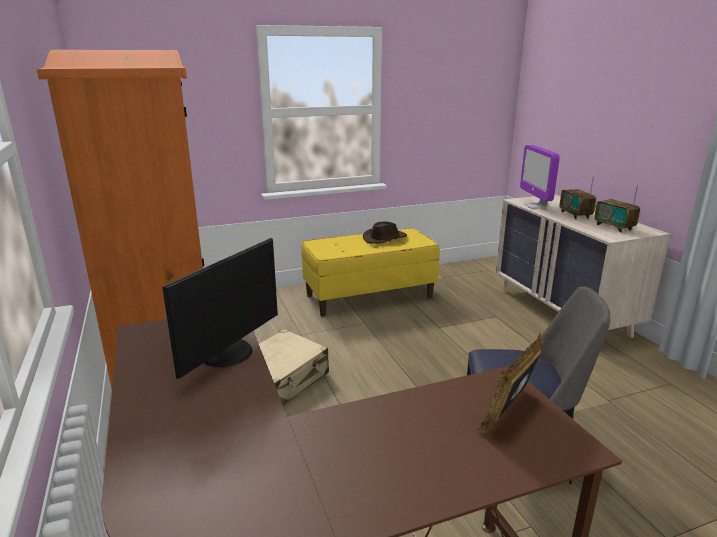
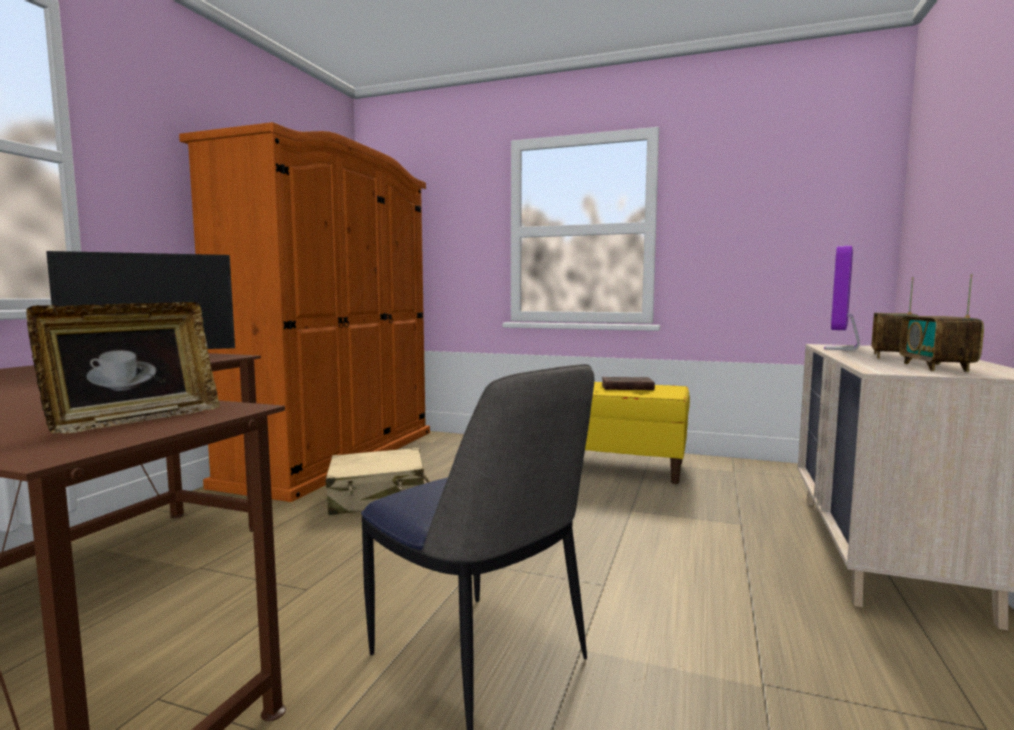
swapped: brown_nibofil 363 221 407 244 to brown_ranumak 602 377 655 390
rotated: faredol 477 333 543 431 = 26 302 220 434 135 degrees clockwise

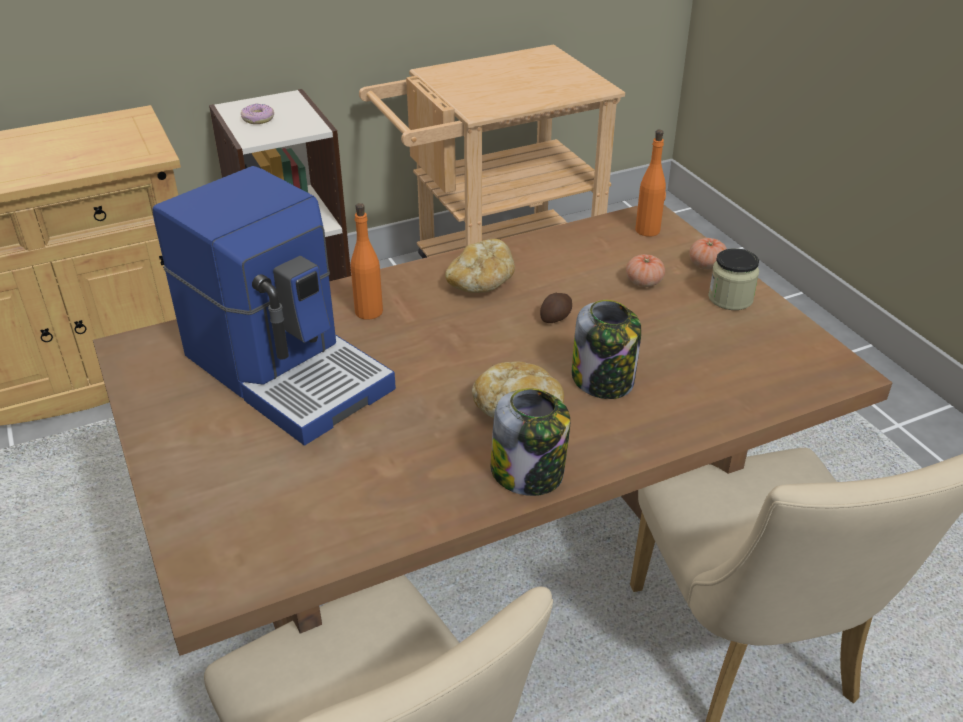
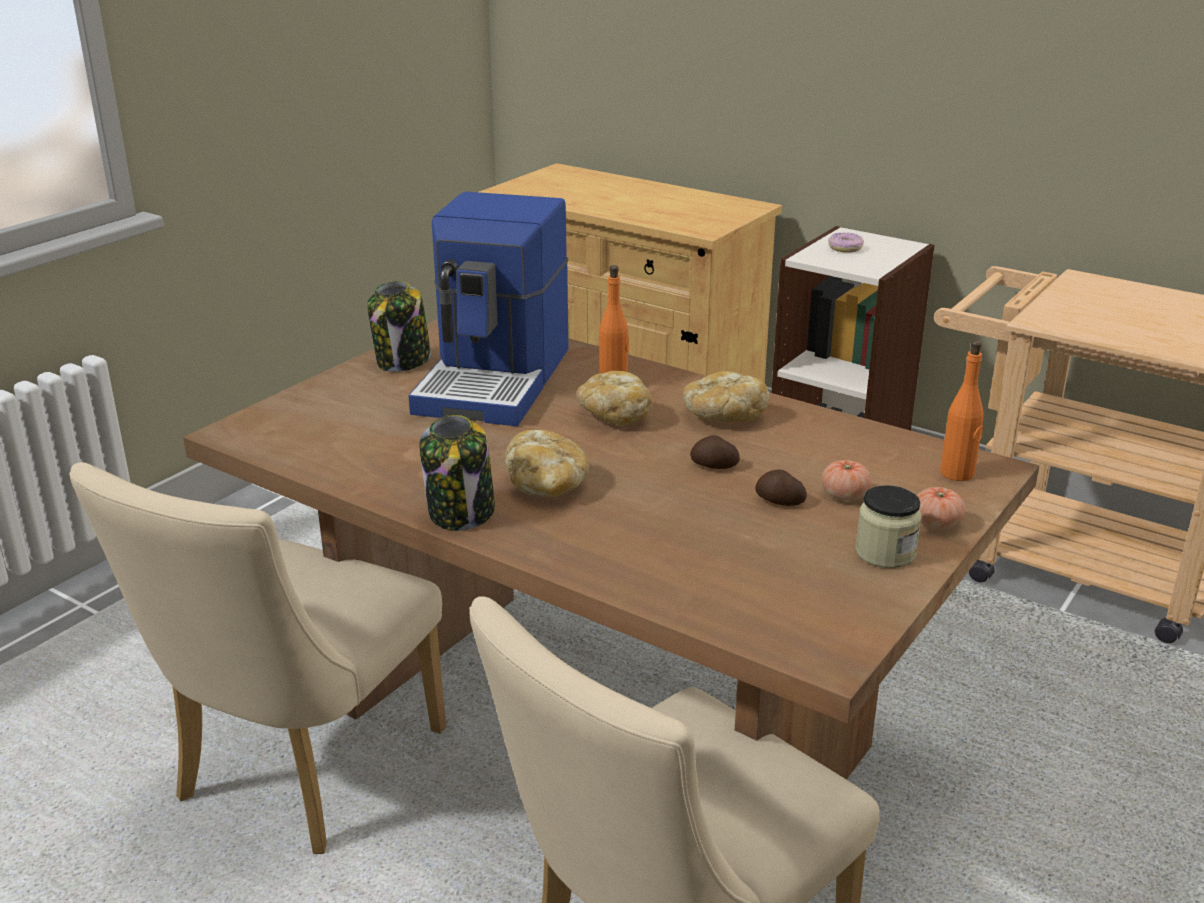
new: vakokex 576 371 653 425; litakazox 755 469 807 506
shifted: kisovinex 572 300 641 399 to 367 281 431 372

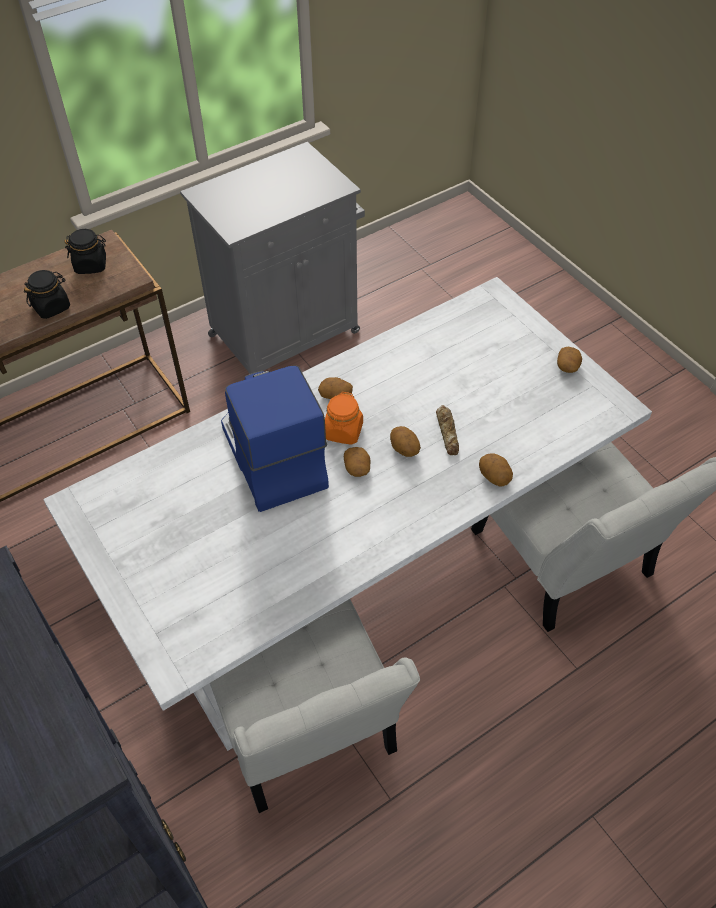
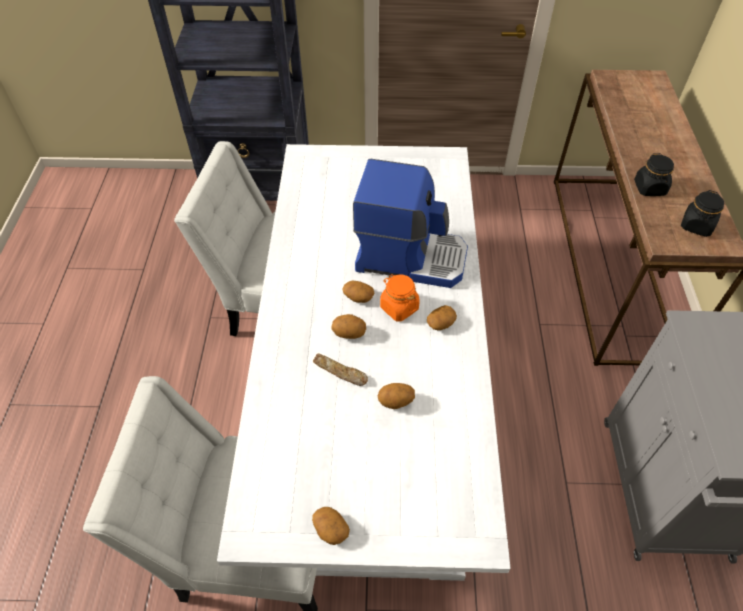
shifted: litakazox 479 453 513 487 to 378 383 415 409

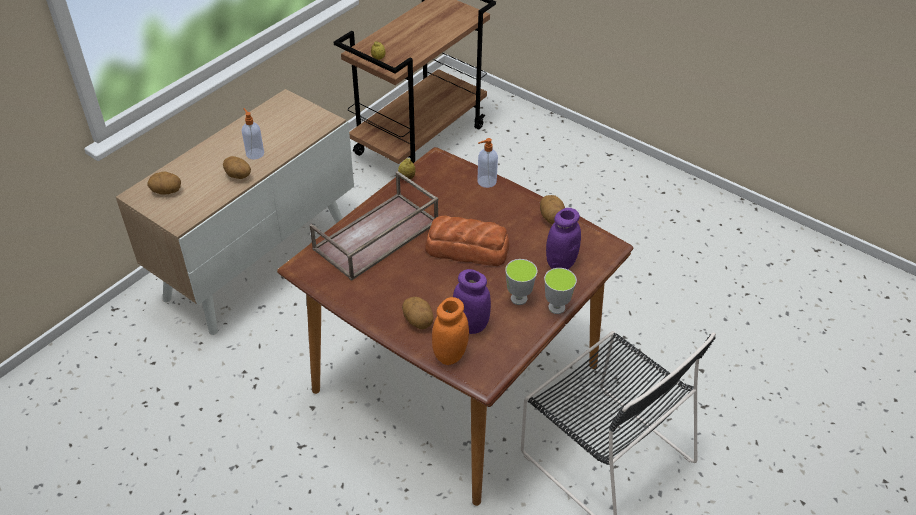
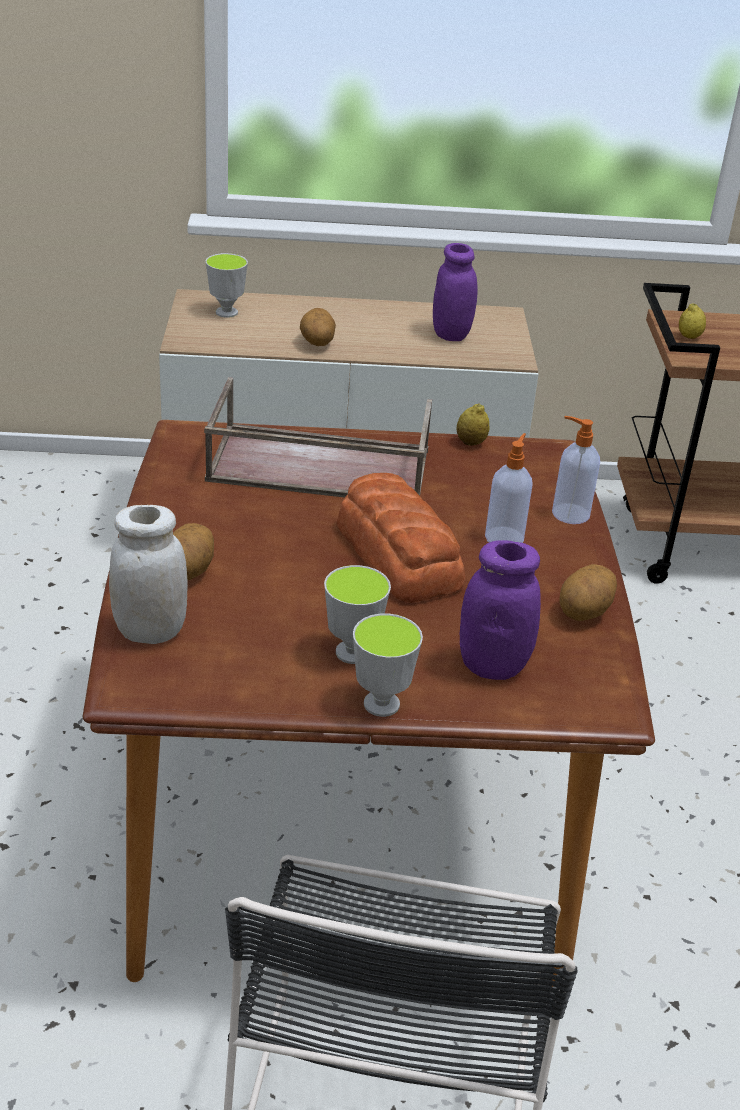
shifted: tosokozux 242 108 264 159 to 485 433 533 543; purple_kisovinex 453 269 491 334 to 433 243 477 341
swapped: litakazox 147 171 181 194 to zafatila 206 253 248 318
repainted: orange_kisovinex 432 297 469 365 to white_kisovinex 109 505 188 644

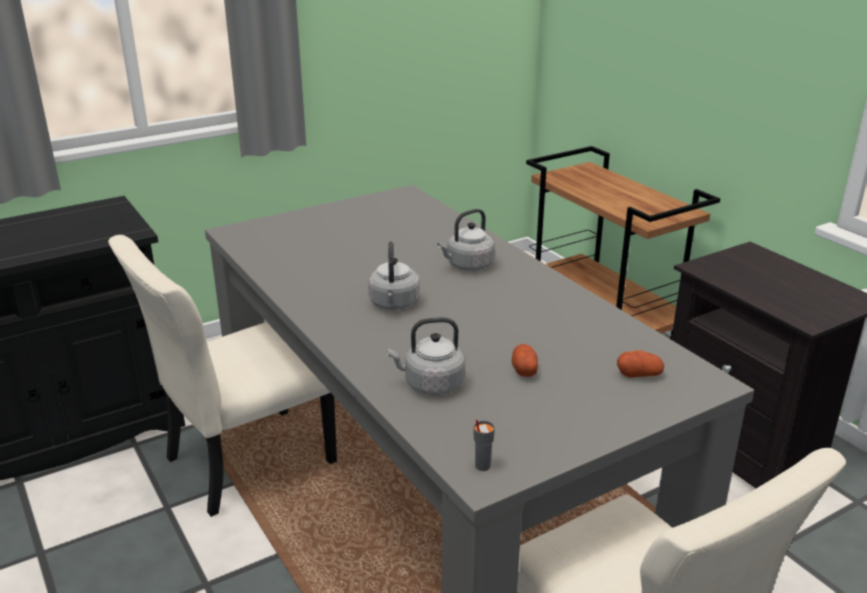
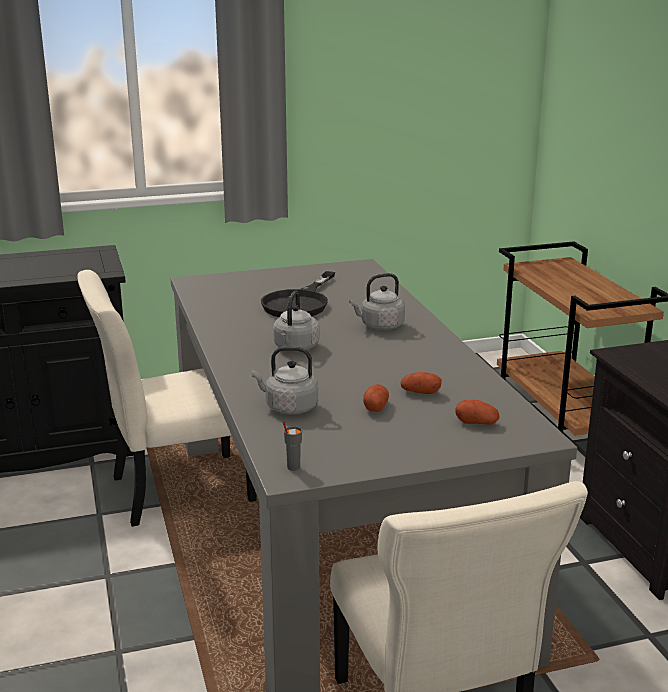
new: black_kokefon 261 271 335 317; litakazox 401 372 442 394

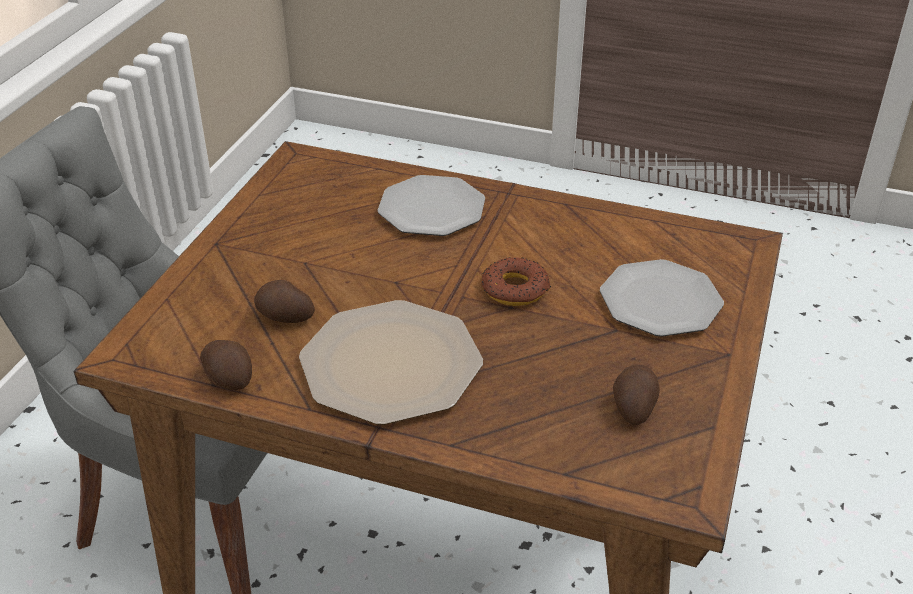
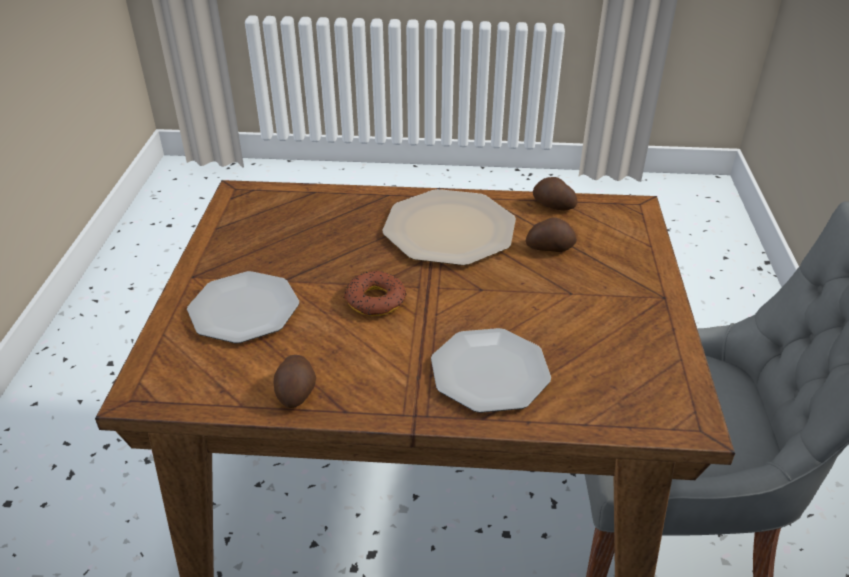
shifted: litakazox 613 364 660 425 to 274 355 316 408

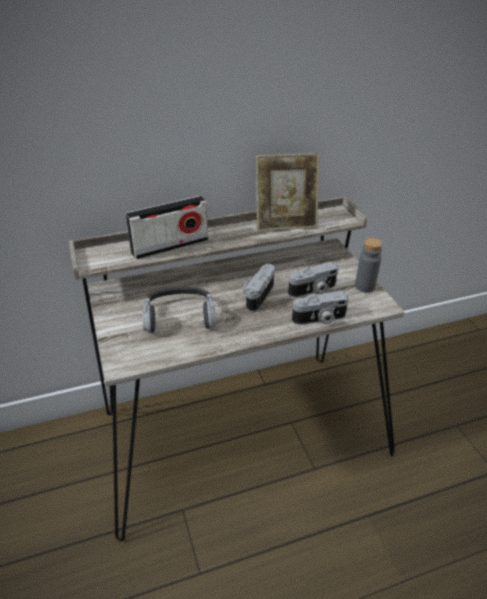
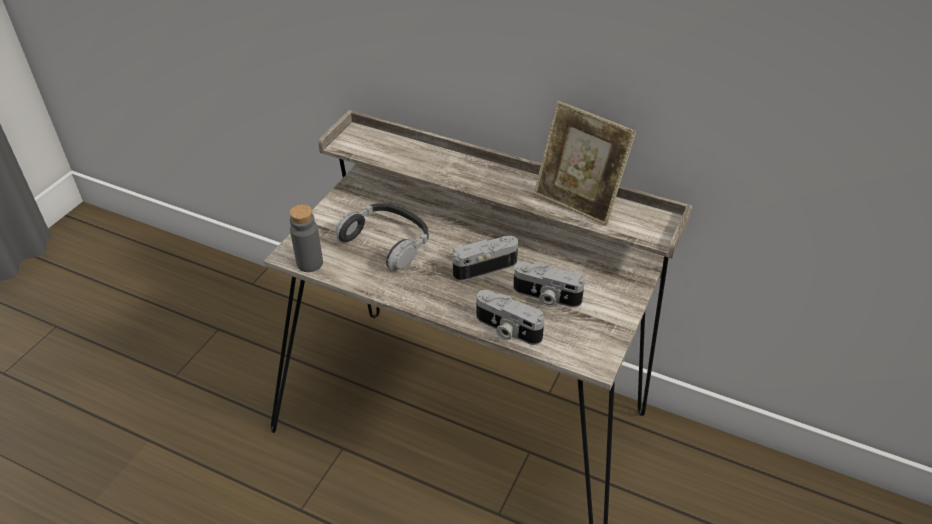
gone: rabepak 125 196 208 259
shifted: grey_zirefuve 355 238 382 292 to 289 204 323 272

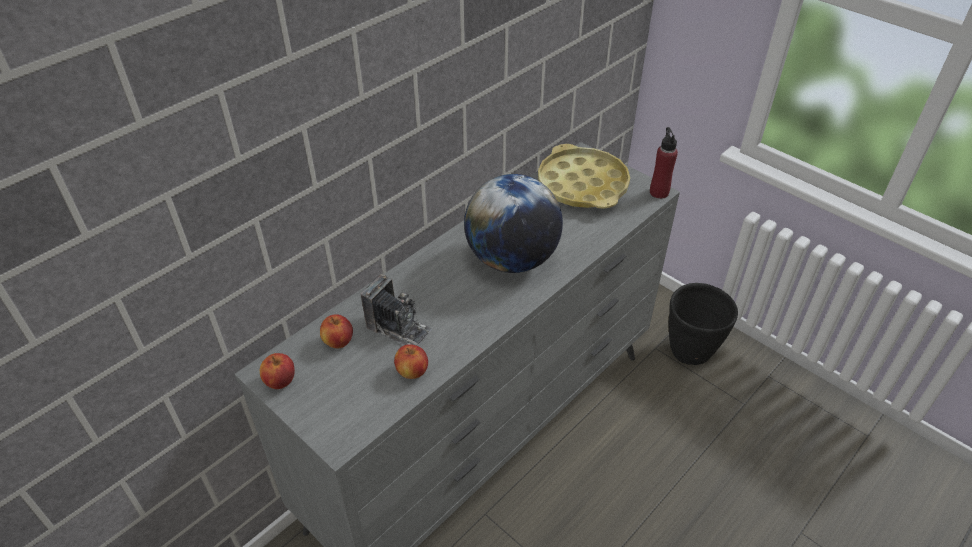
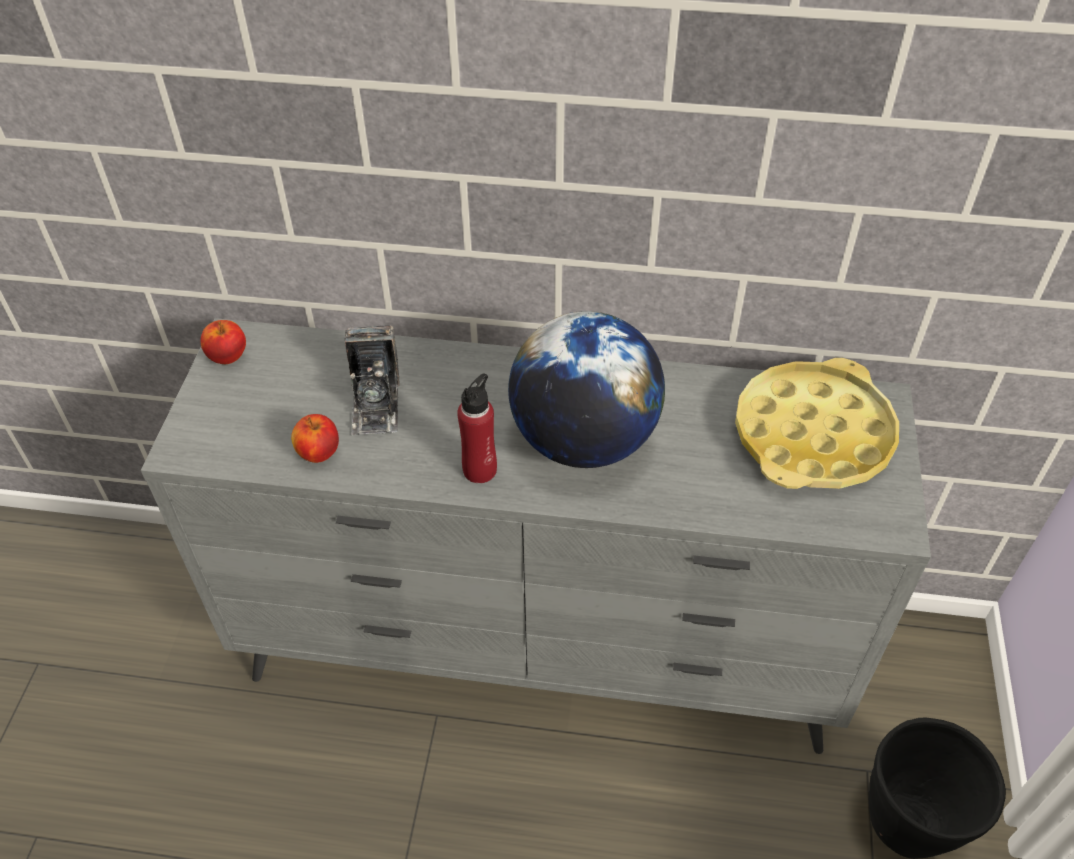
gone: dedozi 320 314 353 348
shifted: red_zirefuve 650 127 678 199 to 457 373 497 483

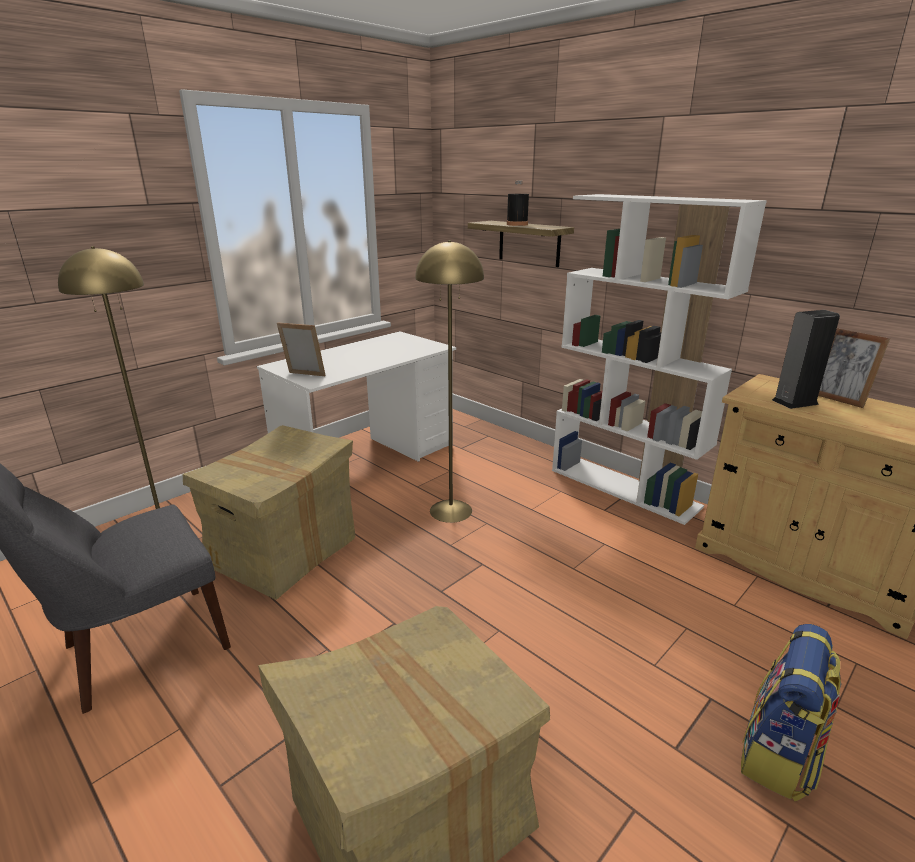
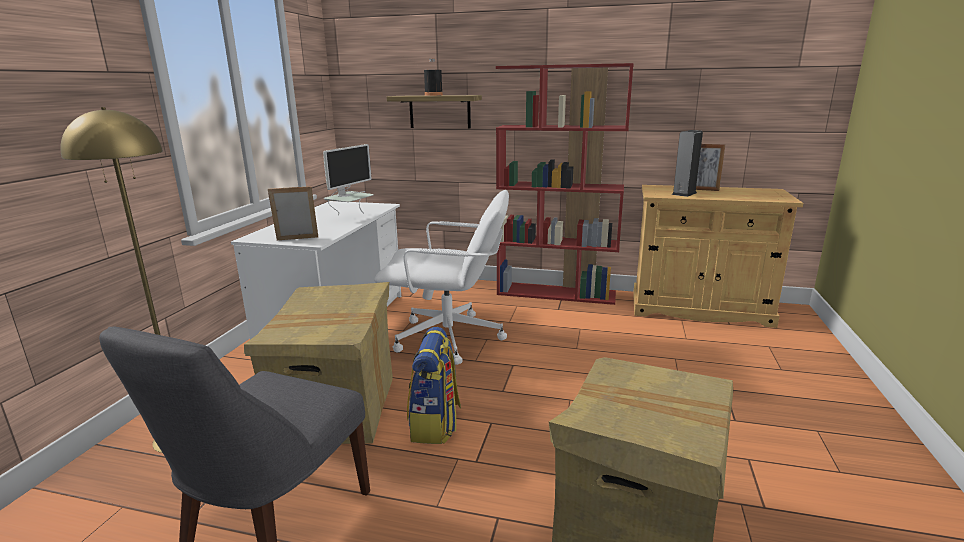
new: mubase 323 144 374 215
shifted: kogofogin 741 624 841 802 to 407 327 461 444
swapped: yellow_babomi 415 240 484 523 to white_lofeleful 374 190 509 365
repainted: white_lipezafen 552 194 767 525 to red_lipezafen 496 63 634 305

